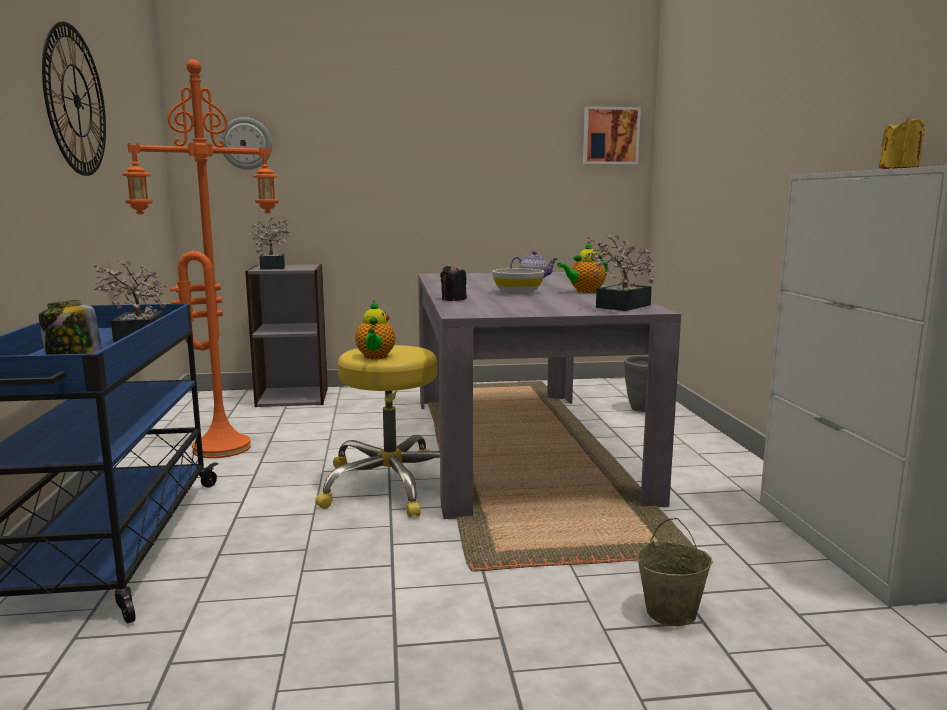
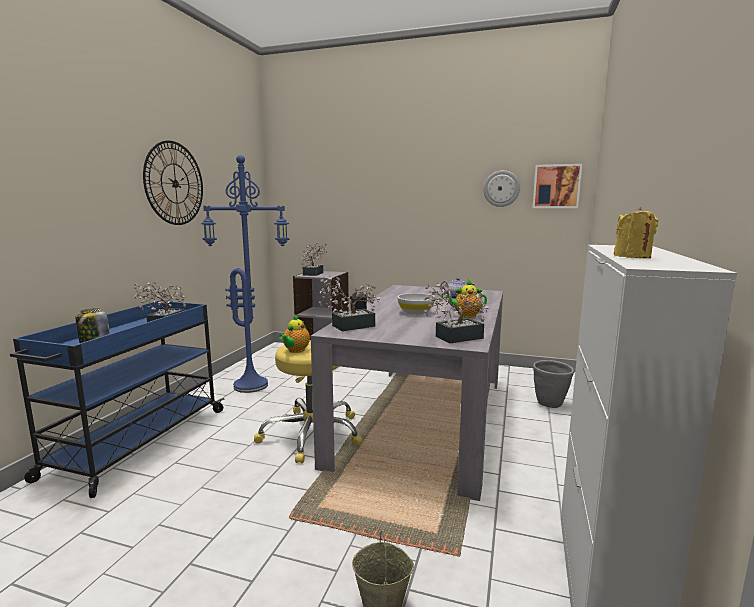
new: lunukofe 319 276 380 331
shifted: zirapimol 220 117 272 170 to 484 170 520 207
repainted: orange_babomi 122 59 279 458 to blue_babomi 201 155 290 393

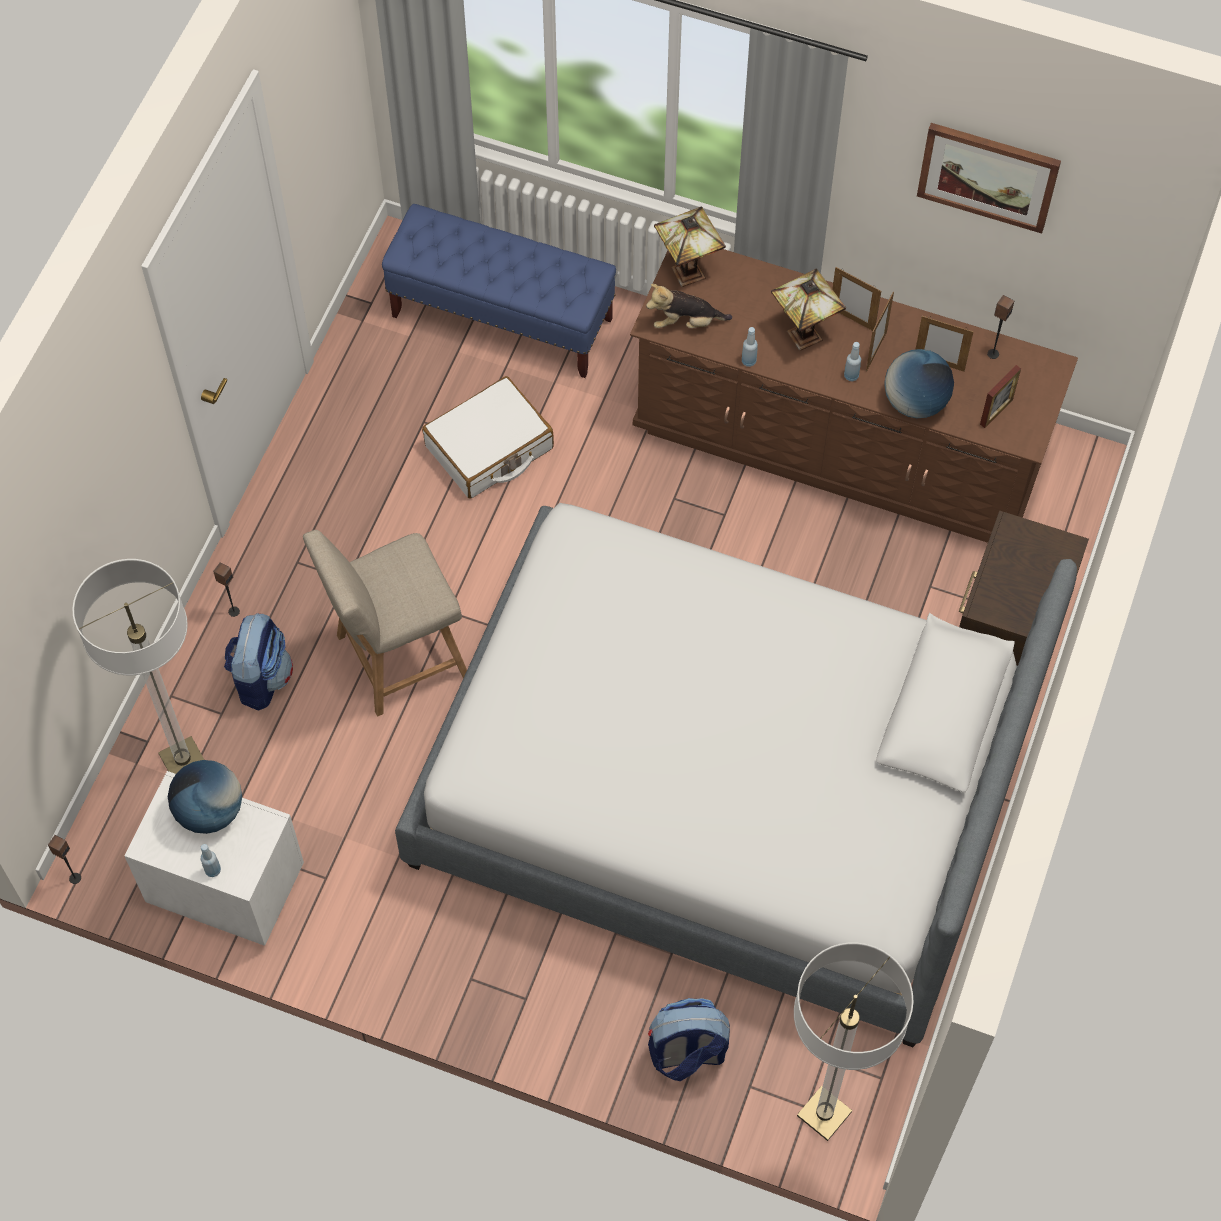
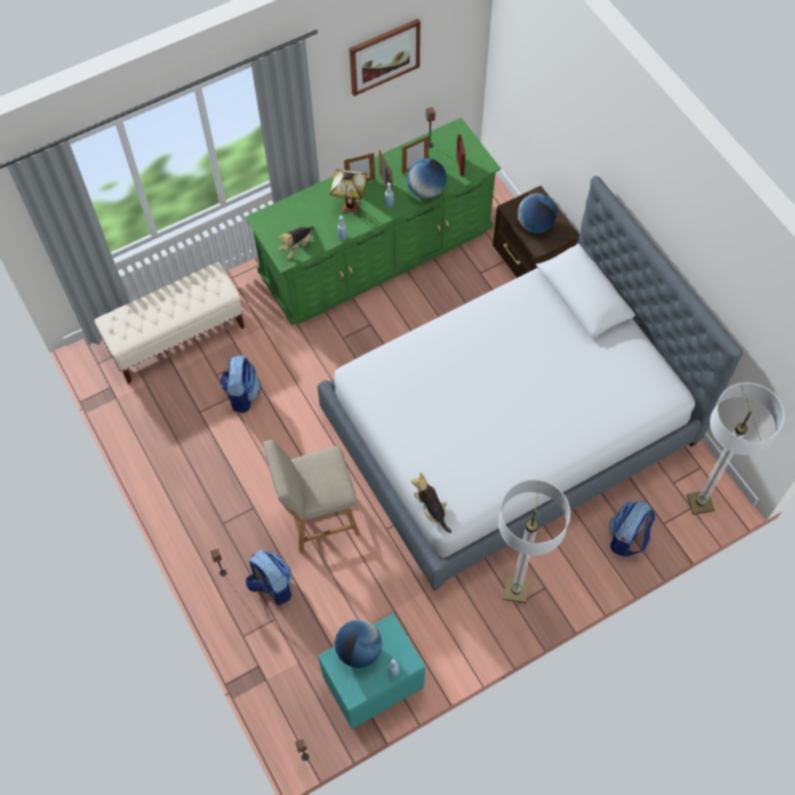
gone: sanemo 654 206 726 287
new: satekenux 411 473 452 533; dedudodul 517 193 557 233
shifted: babomi 72 559 204 774 to 498 479 570 603
swapped: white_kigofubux 422 376 554 499 to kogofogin 221 355 261 413
repainted: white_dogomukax 124 771 304 946 to turquoise_dogomukax 318 613 425 729; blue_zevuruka 382 204 616 378 to beige_zevuruka 95 262 245 384; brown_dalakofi 630 249 1078 543 to green_dalakofi 245 118 501 325
rotated: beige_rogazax 303 530 467 716 = 263 440 360 552 60 degrees clockwise

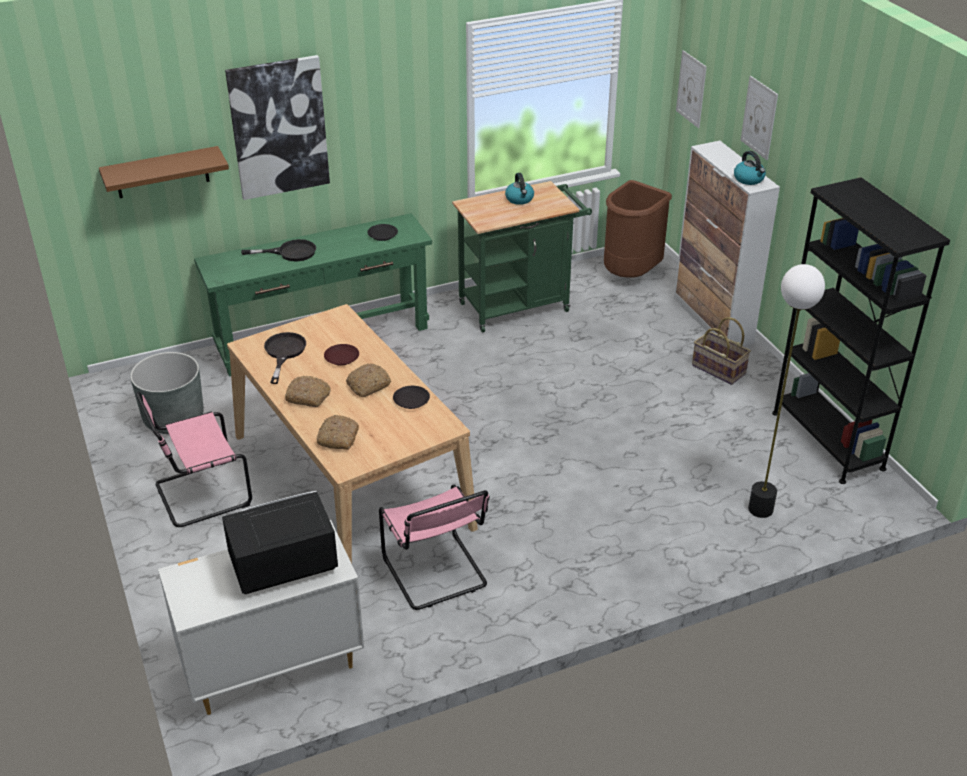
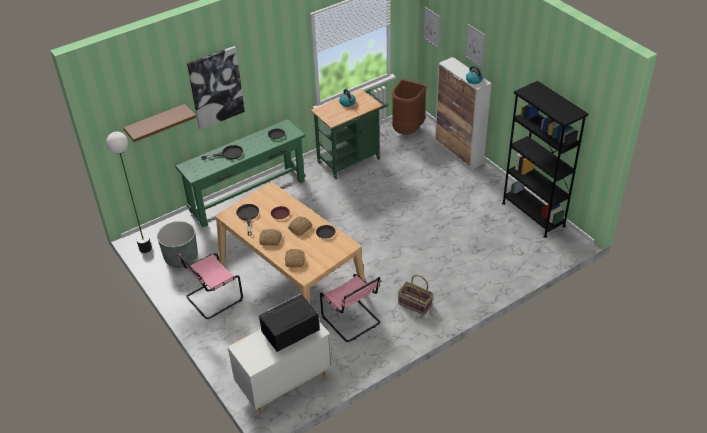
shifted: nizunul 692 317 751 385 to 398 275 433 315; babomi 748 264 825 518 to 106 132 152 253

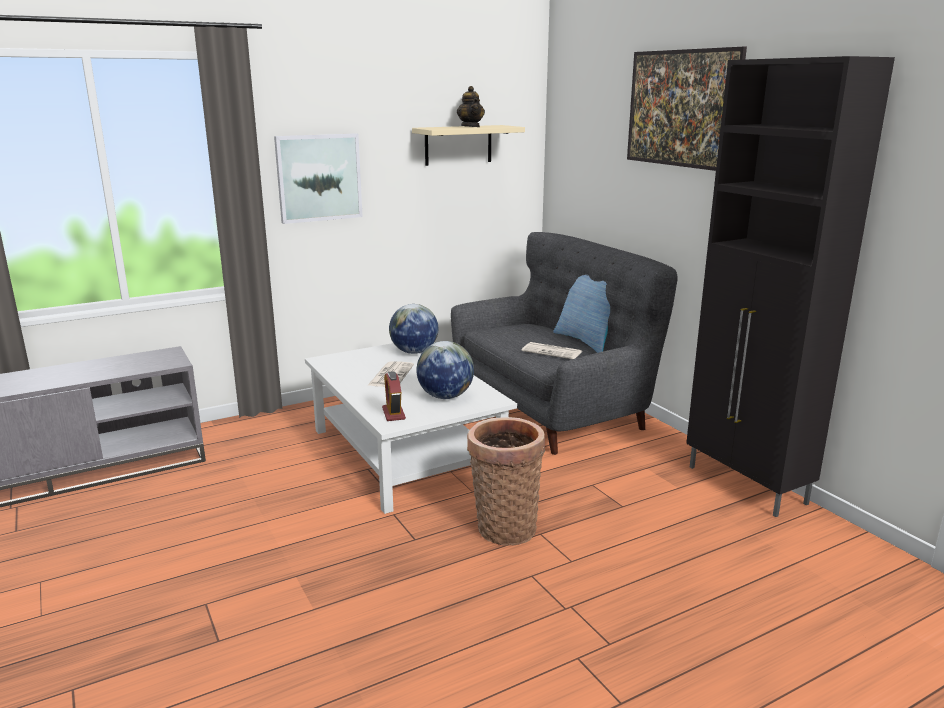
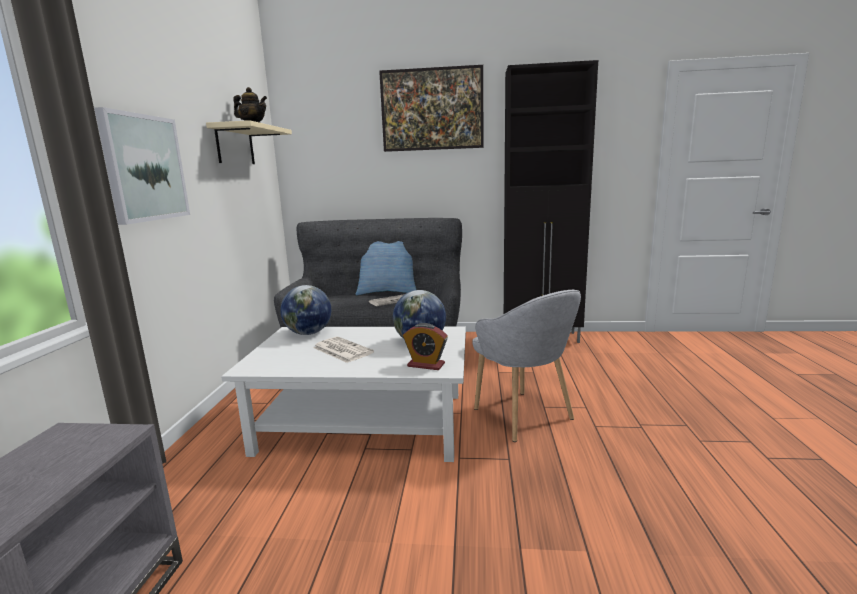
swapped: nizunul 467 417 545 546 to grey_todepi 472 290 581 442

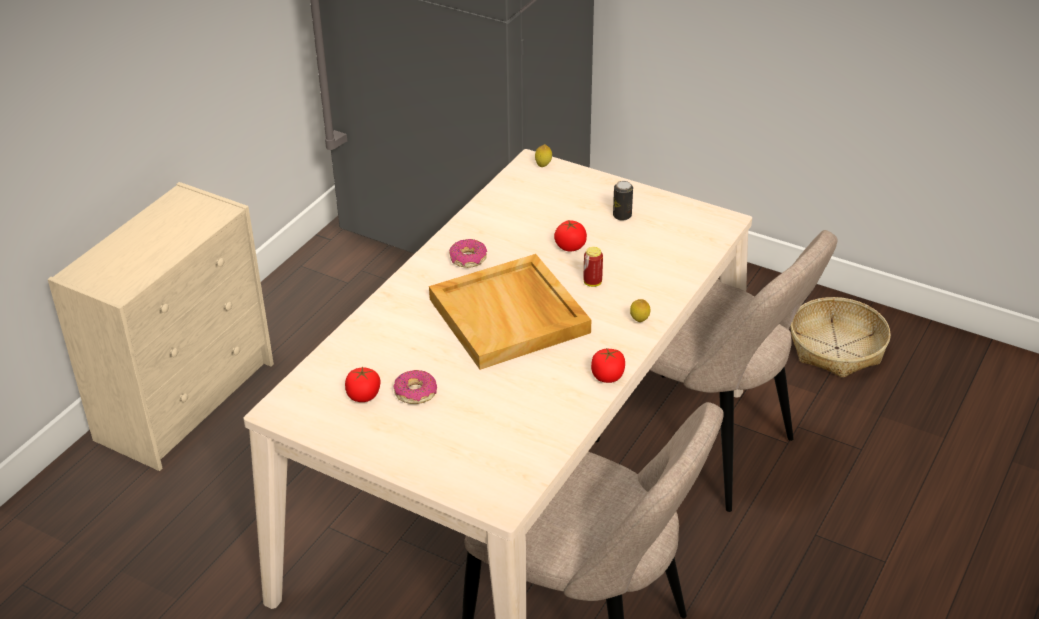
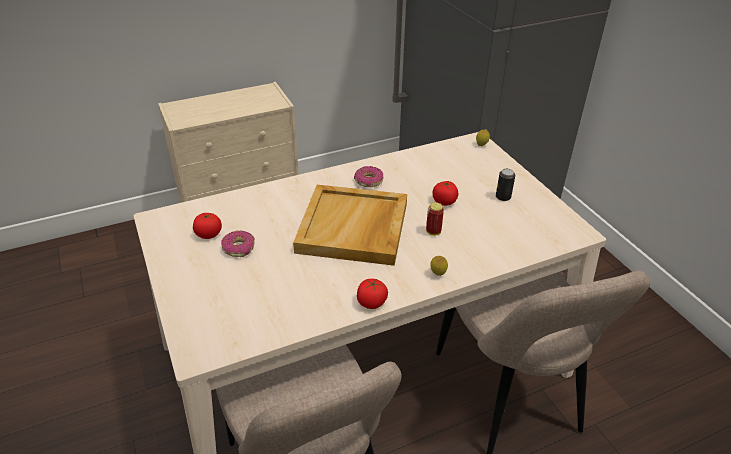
gone: nizunul 790 297 891 378

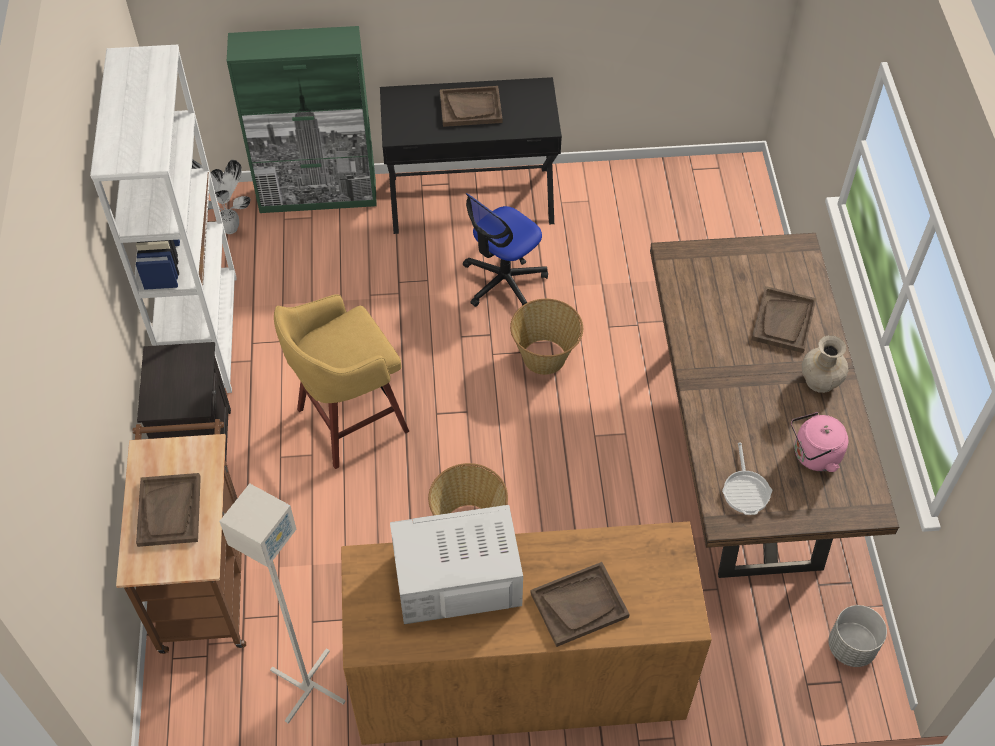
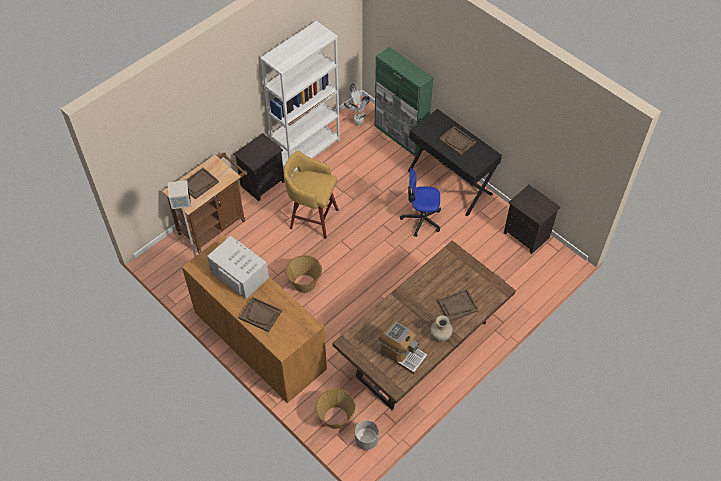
gone: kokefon 722 443 772 515
new: black_dogomukax 504 185 561 254
shifted: nizunul 510 299 583 375 to 316 389 355 429
swapped: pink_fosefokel 791 412 848 472 to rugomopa 379 320 427 374

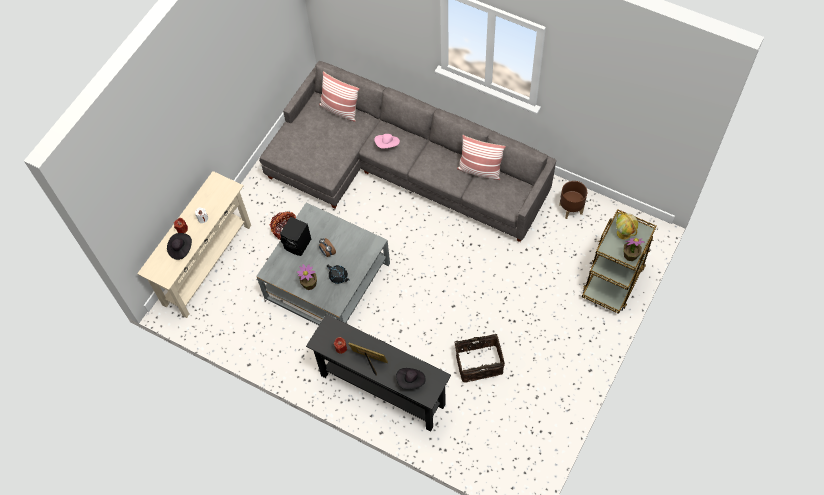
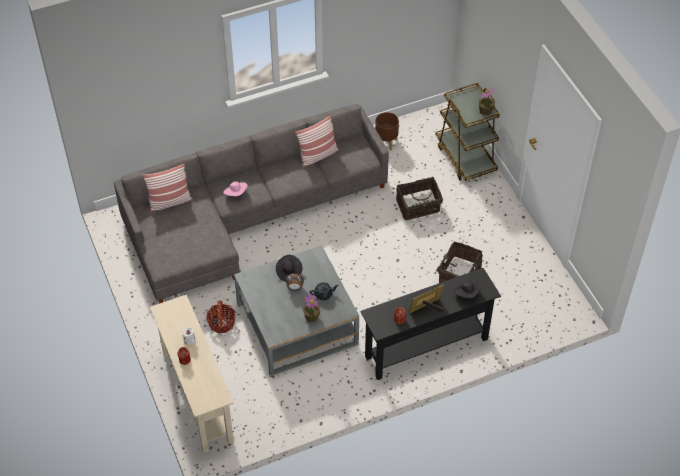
gone: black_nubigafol 280 217 311 256; dedudodul 616 212 638 240
new: nizunul 396 177 443 220
shifted: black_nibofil 167 233 192 260 to 276 255 302 282

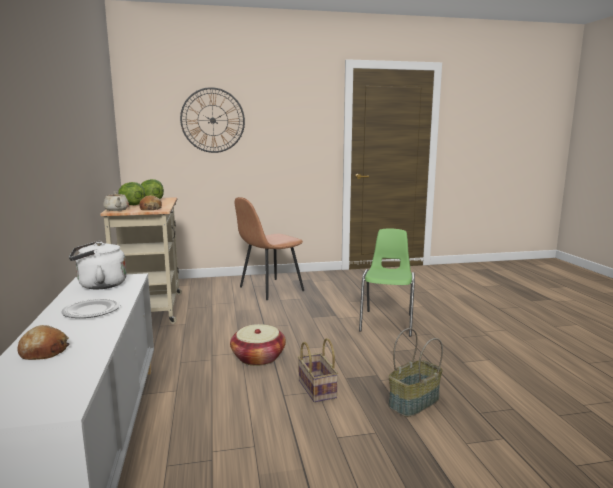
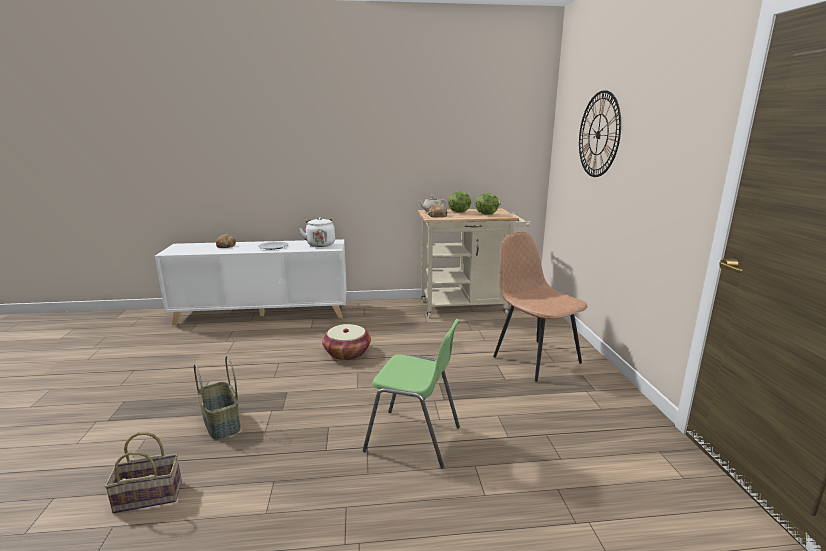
shifted: nizunul 298 338 338 403 to 104 432 182 513

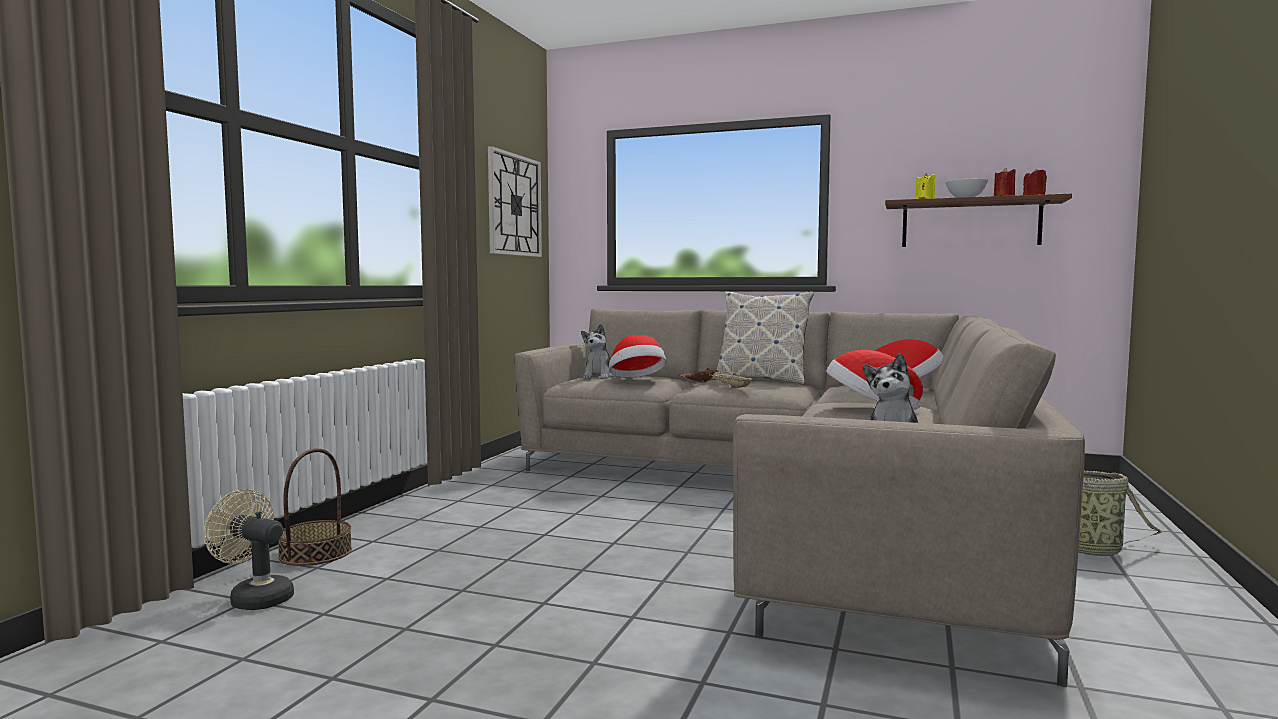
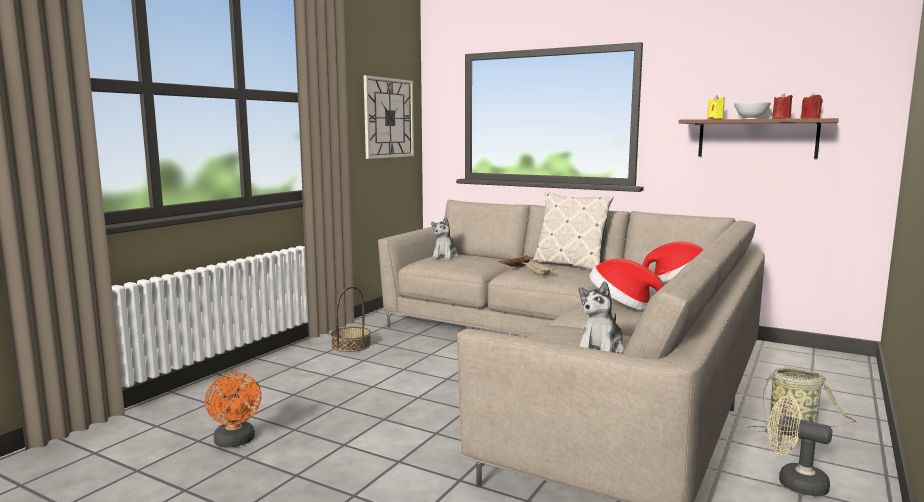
gone: nibofil 609 335 666 378
new: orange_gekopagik 205 372 262 448
shifted: beige_gekopagik 204 489 294 610 to 768 396 832 496; nizunul 278 448 352 566 to 331 286 371 352

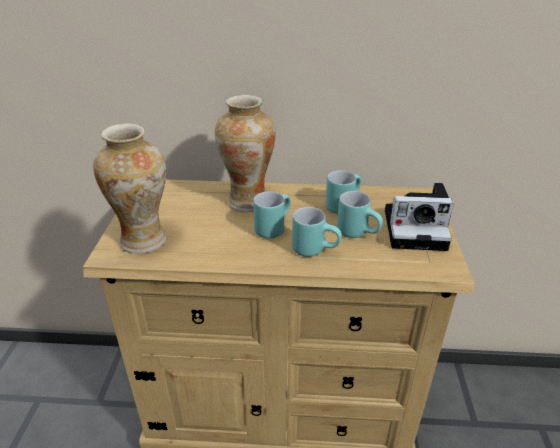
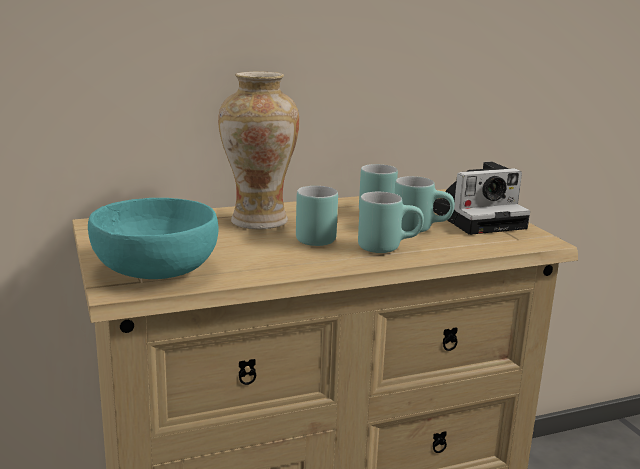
swapped: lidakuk 93 123 166 254 to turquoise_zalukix 88 198 219 279

